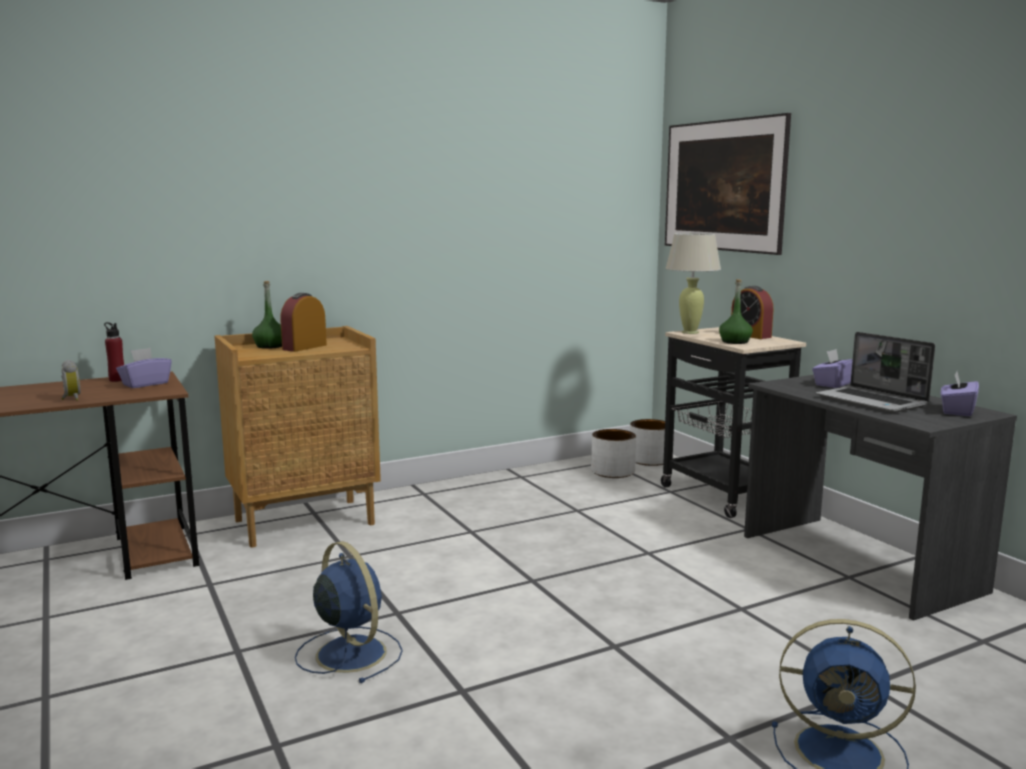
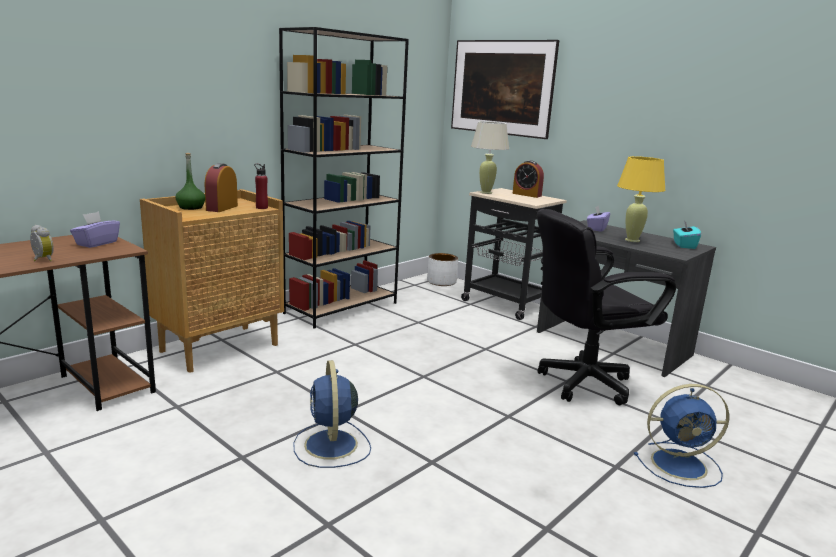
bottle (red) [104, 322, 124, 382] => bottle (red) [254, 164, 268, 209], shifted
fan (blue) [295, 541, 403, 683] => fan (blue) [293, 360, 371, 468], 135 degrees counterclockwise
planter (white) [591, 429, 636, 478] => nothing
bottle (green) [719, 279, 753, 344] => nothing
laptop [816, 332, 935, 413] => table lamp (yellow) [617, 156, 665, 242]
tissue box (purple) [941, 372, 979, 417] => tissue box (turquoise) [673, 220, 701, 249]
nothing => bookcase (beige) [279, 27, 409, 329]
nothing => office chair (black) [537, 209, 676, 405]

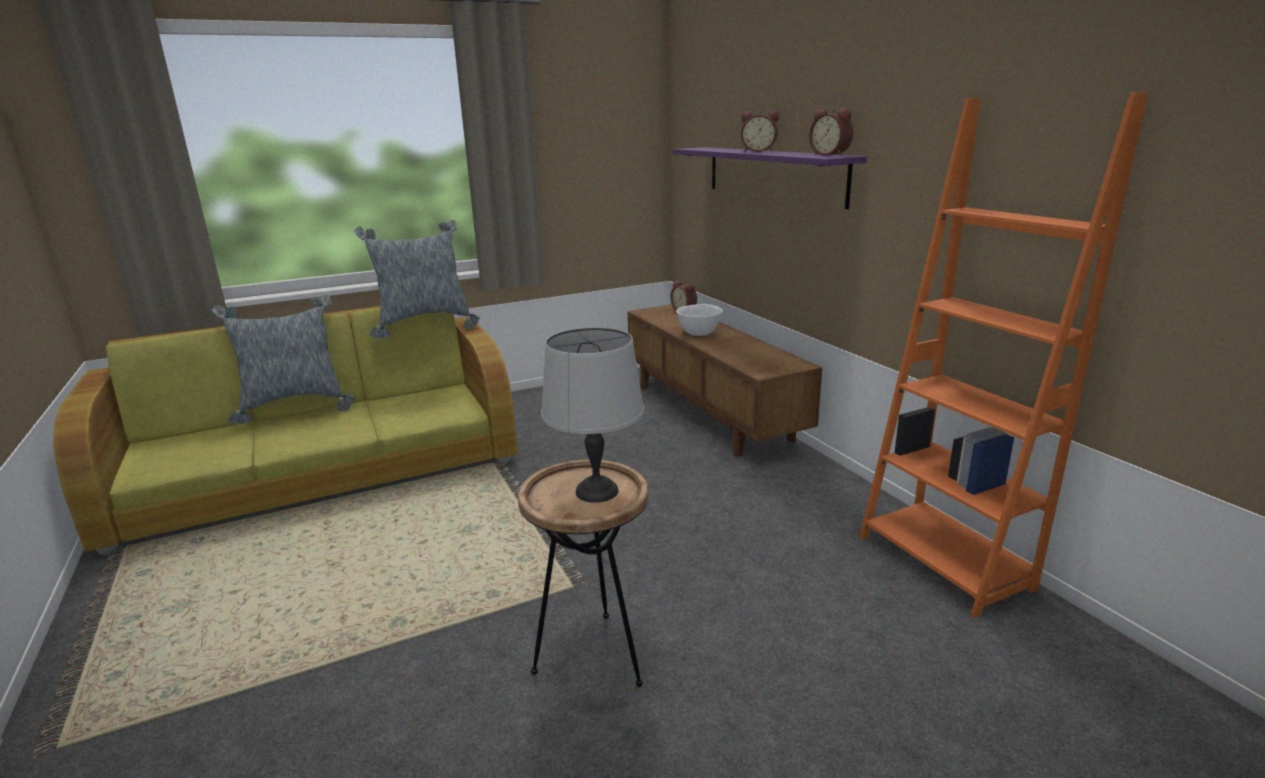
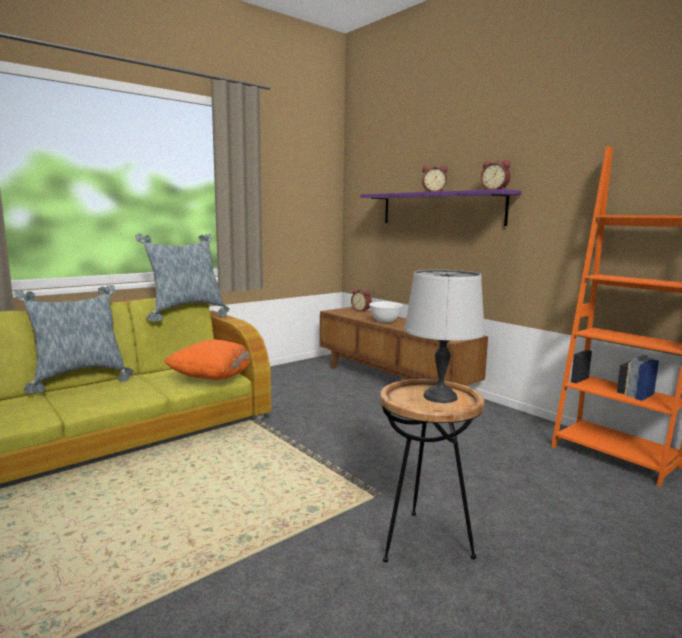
nothing => pillow (orange) [163, 339, 250, 380]

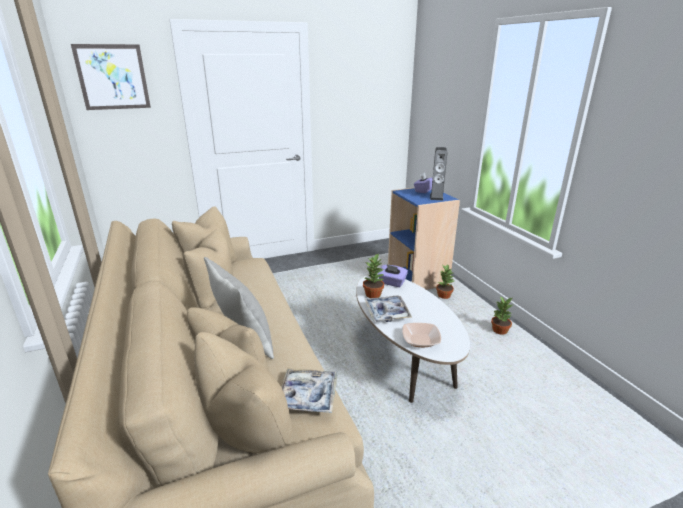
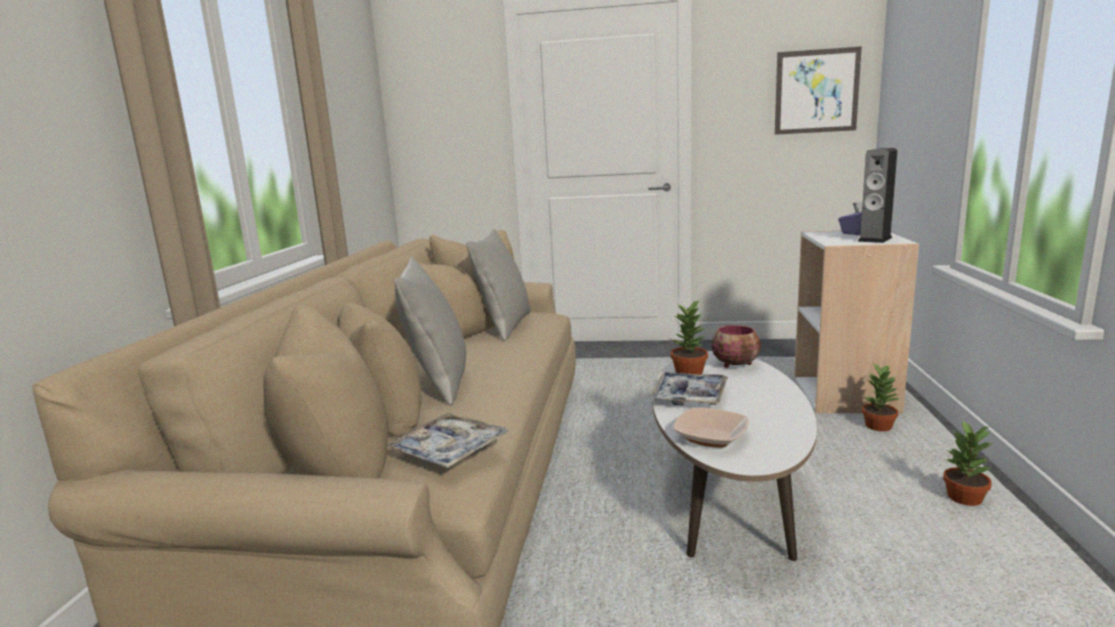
picture [71, 44, 151, 110] => picture [775, 46, 862, 135], shifted
tissue box (purple) [378, 265, 408, 287] => bowl [712, 325, 761, 368]
bookcase (blue) [388, 187, 460, 290] => bookcase (white) [794, 230, 919, 413]
nothing => pillow (grey) [466, 229, 531, 341]

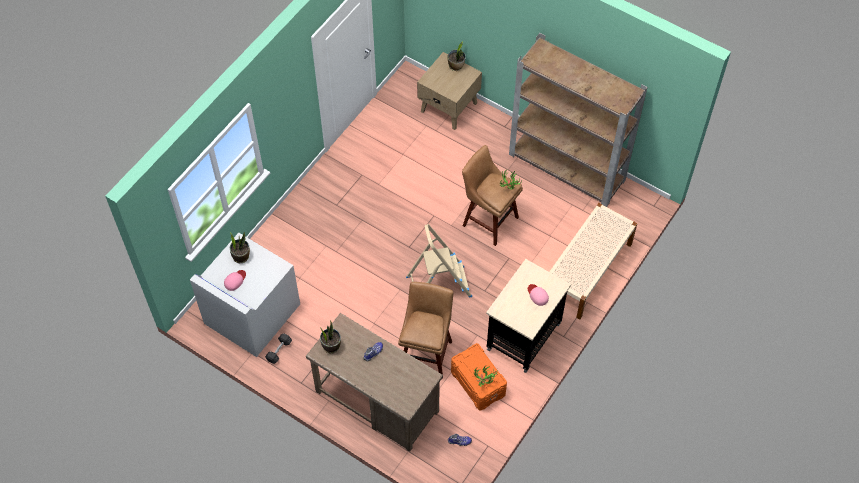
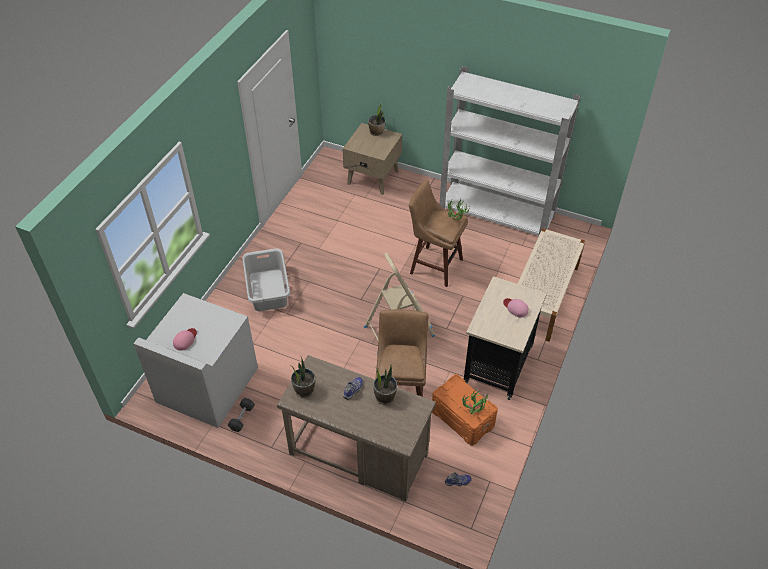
potted plant [230, 232, 250, 263] => potted plant [373, 365, 397, 405], shifted
bookcase (brown) [509, 33, 647, 207] => bookcase (white) [439, 66, 580, 237]
nothing => laundry basket (grey) [242, 248, 290, 311]

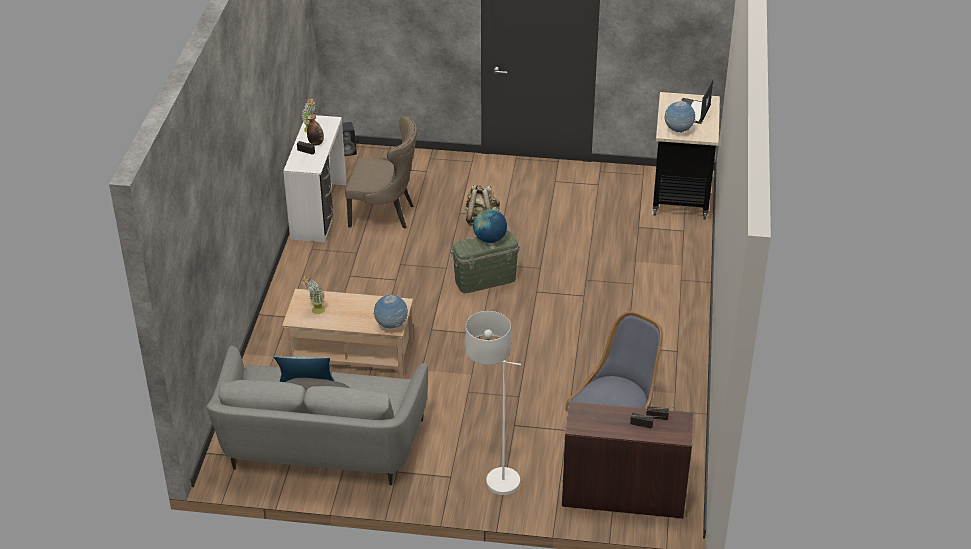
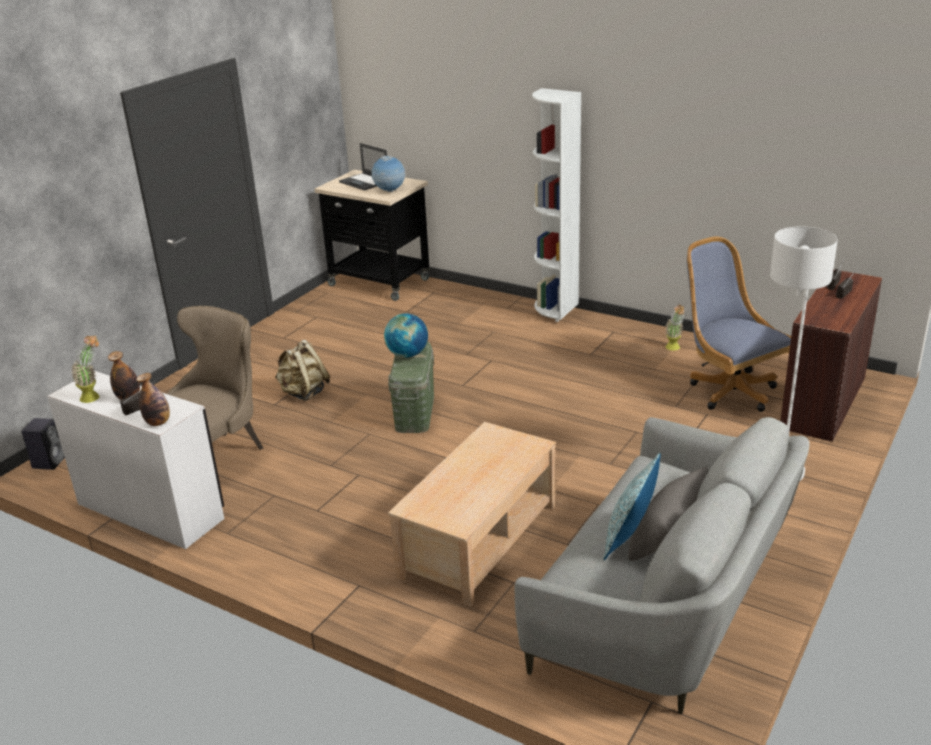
potted plant [301, 275, 325, 314] => potted plant [665, 304, 685, 351], shifted
globe [373, 295, 408, 329] => nothing
nothing => bottle [136, 373, 170, 426]
nothing => bookcase (white) [532, 88, 581, 322]

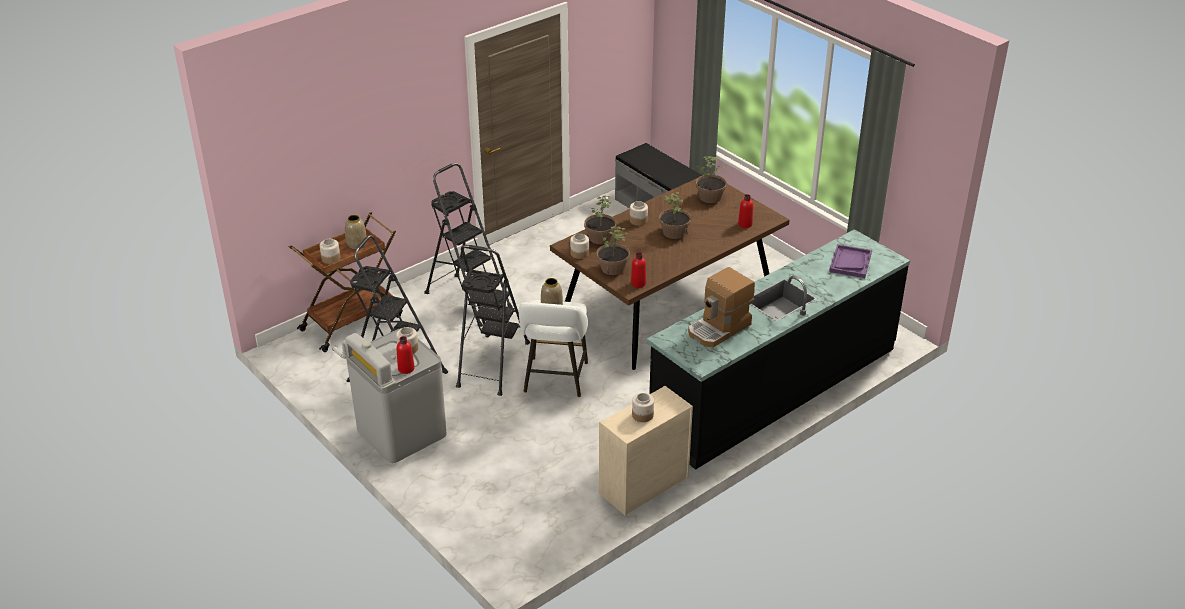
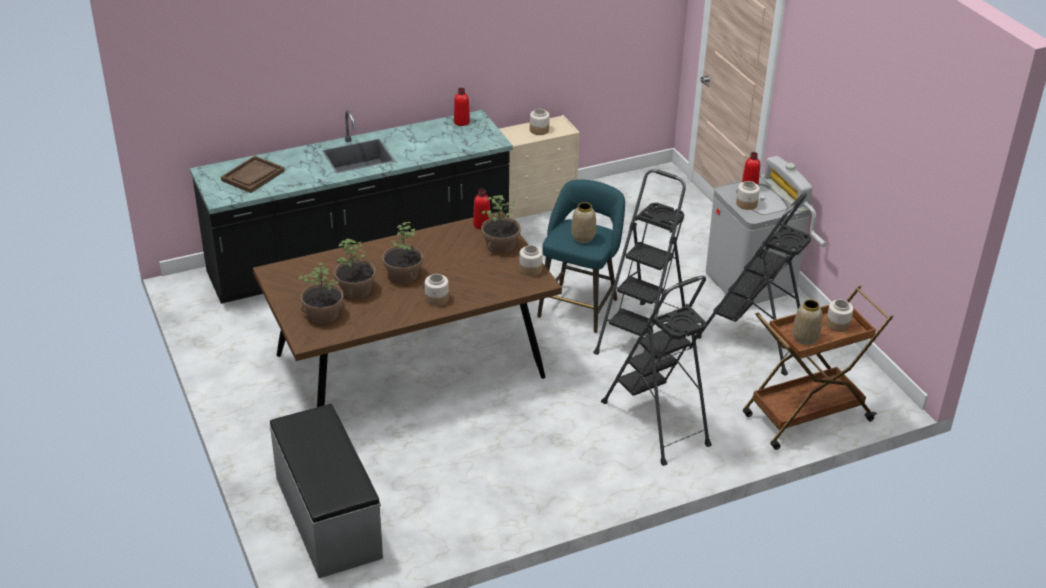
stool (white) [519, 300, 588, 397] => stool (turquoise) [537, 179, 625, 333]
potted plant [584, 196, 616, 244] => potted plant [334, 239, 376, 299], shifted
coffee machine [688, 267, 755, 347] => nothing
bottle (red) [738, 194, 753, 228] => bottle (red) [454, 88, 470, 126], shifted
tray (purple) [829, 244, 872, 278] => tray (brown) [221, 156, 285, 193]

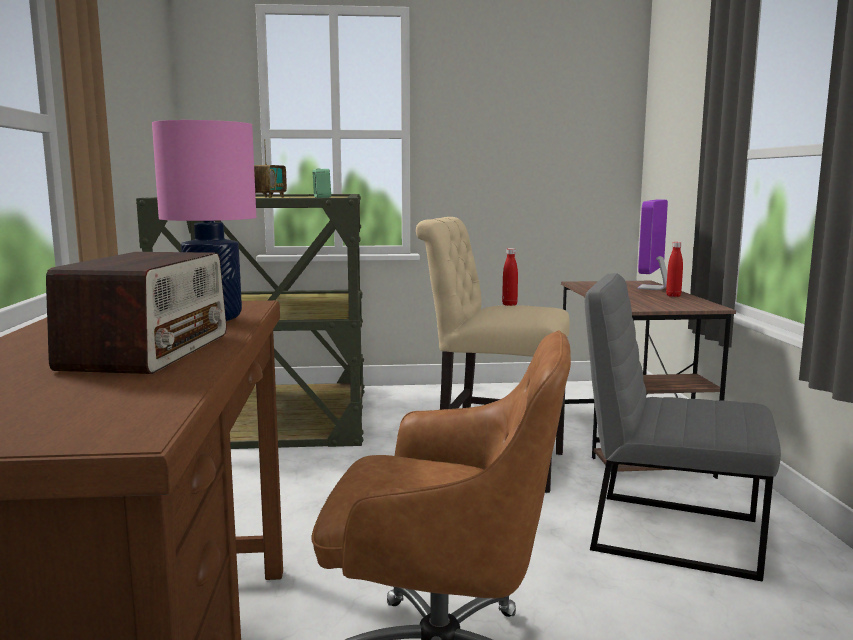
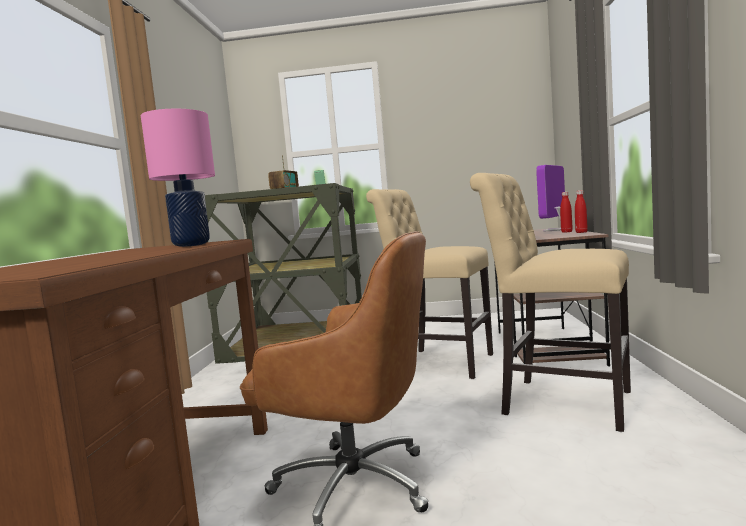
radio [46, 252, 227, 374] => nothing
bottle (red) [502, 248, 518, 306] => bottle (red) [575, 190, 588, 233], shifted
chair (grey) [585, 273, 781, 582] => stool (beige) [470, 173, 631, 432]

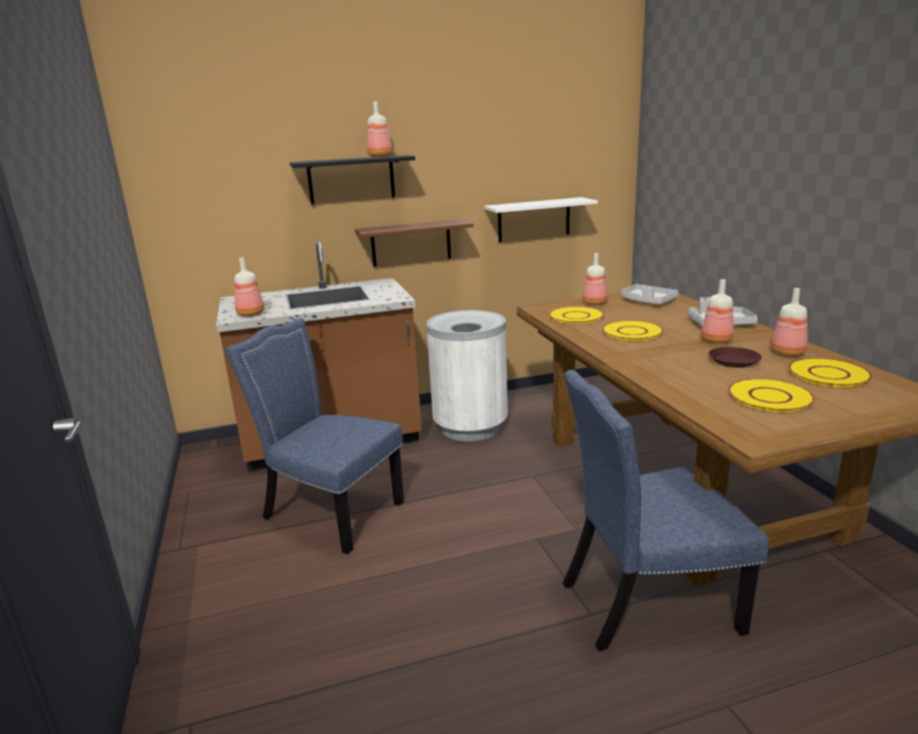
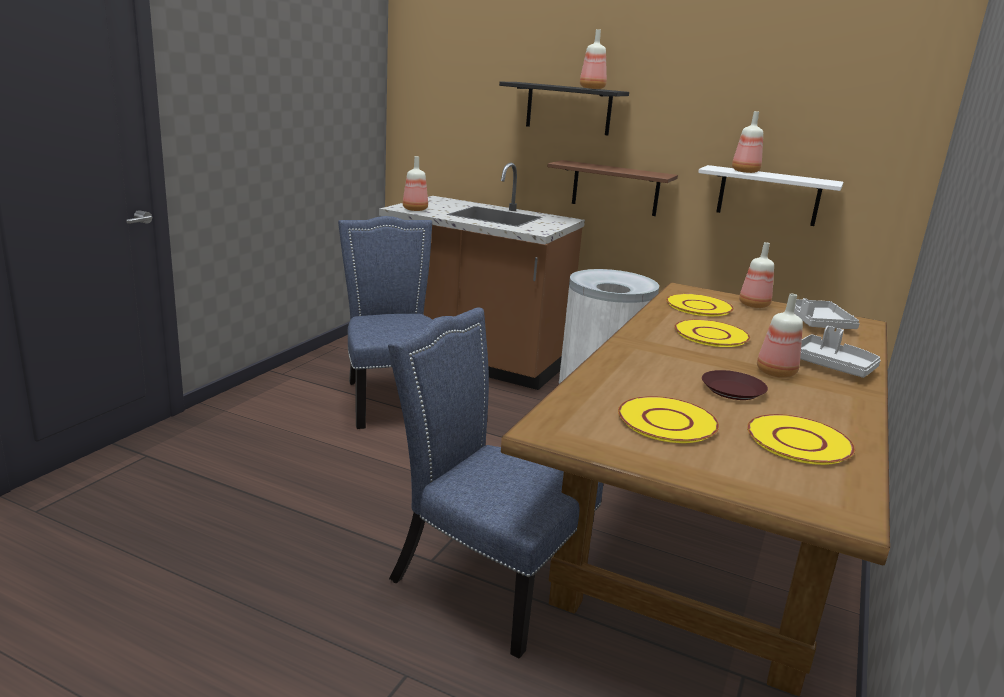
bottle [771, 288, 808, 356] => bottle [732, 111, 763, 173], shifted

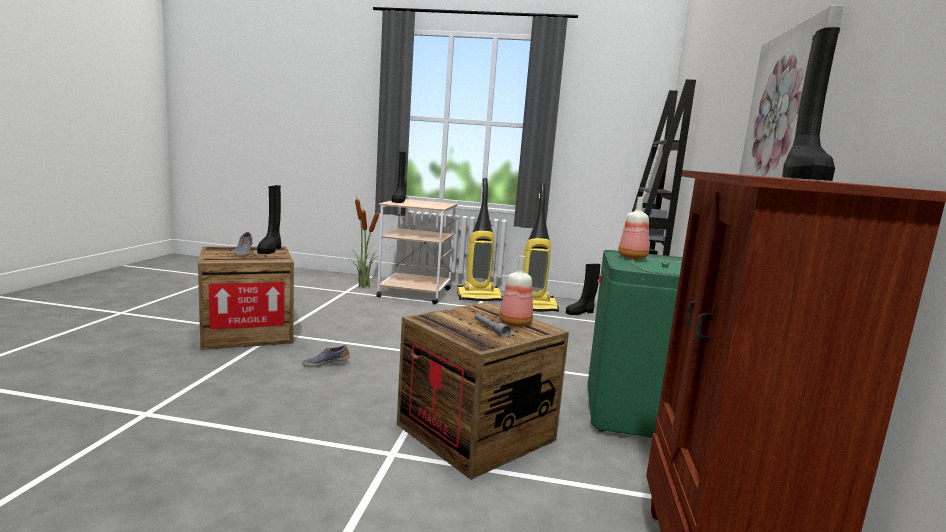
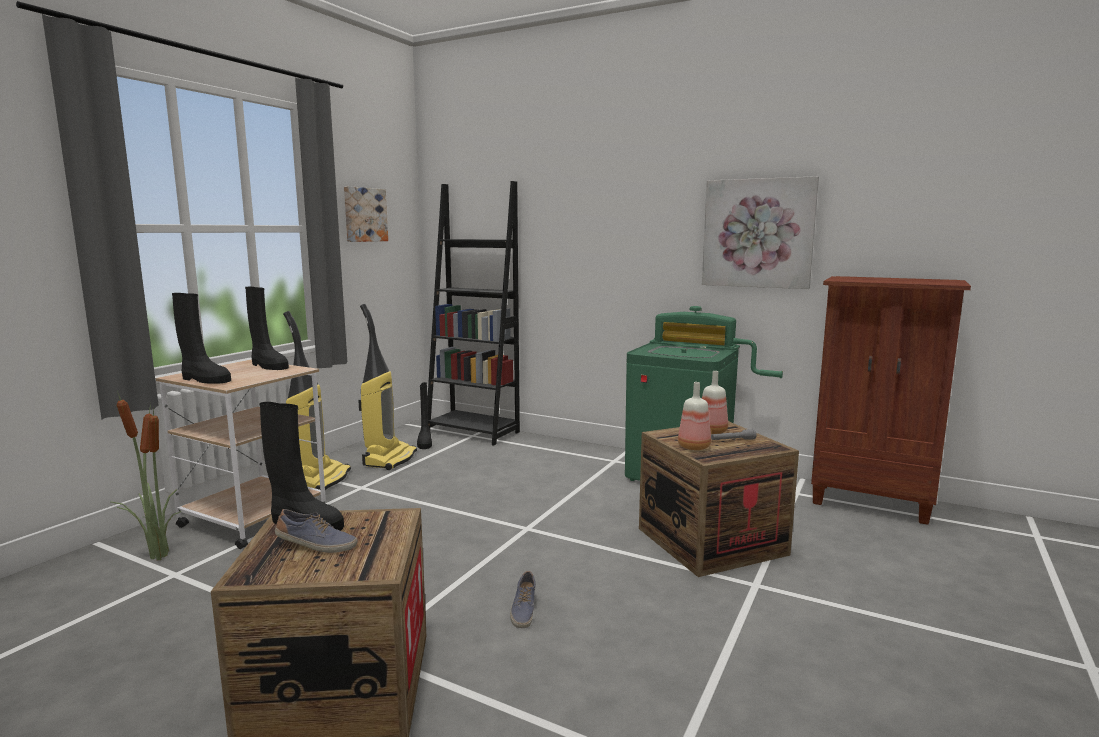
bottle [618, 197, 649, 259] => bottle [678, 382, 711, 450], shifted
boot (black) [782, 27, 840, 181] => boot (black) [245, 287, 289, 370], shifted
nothing => picture [344, 186, 388, 242]

